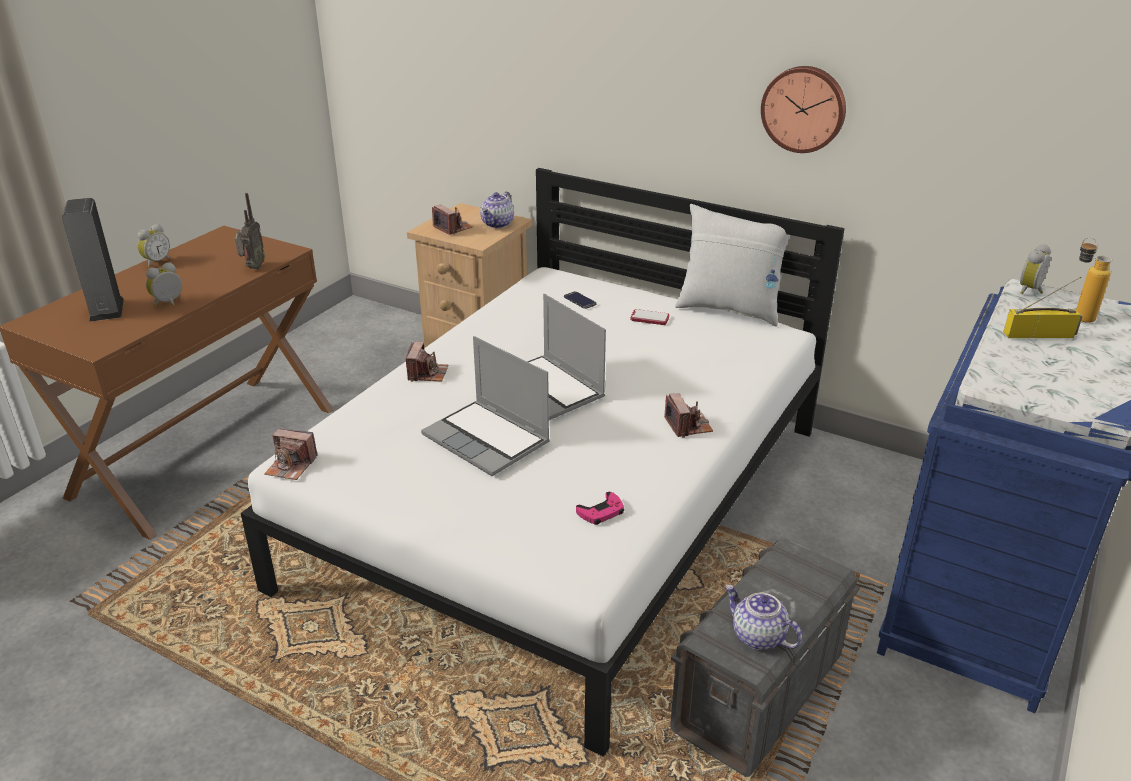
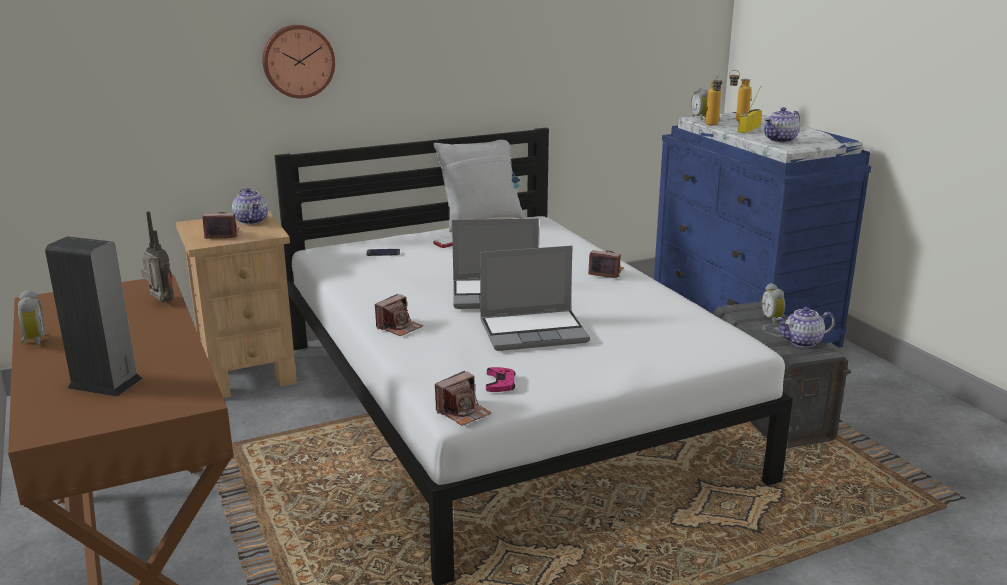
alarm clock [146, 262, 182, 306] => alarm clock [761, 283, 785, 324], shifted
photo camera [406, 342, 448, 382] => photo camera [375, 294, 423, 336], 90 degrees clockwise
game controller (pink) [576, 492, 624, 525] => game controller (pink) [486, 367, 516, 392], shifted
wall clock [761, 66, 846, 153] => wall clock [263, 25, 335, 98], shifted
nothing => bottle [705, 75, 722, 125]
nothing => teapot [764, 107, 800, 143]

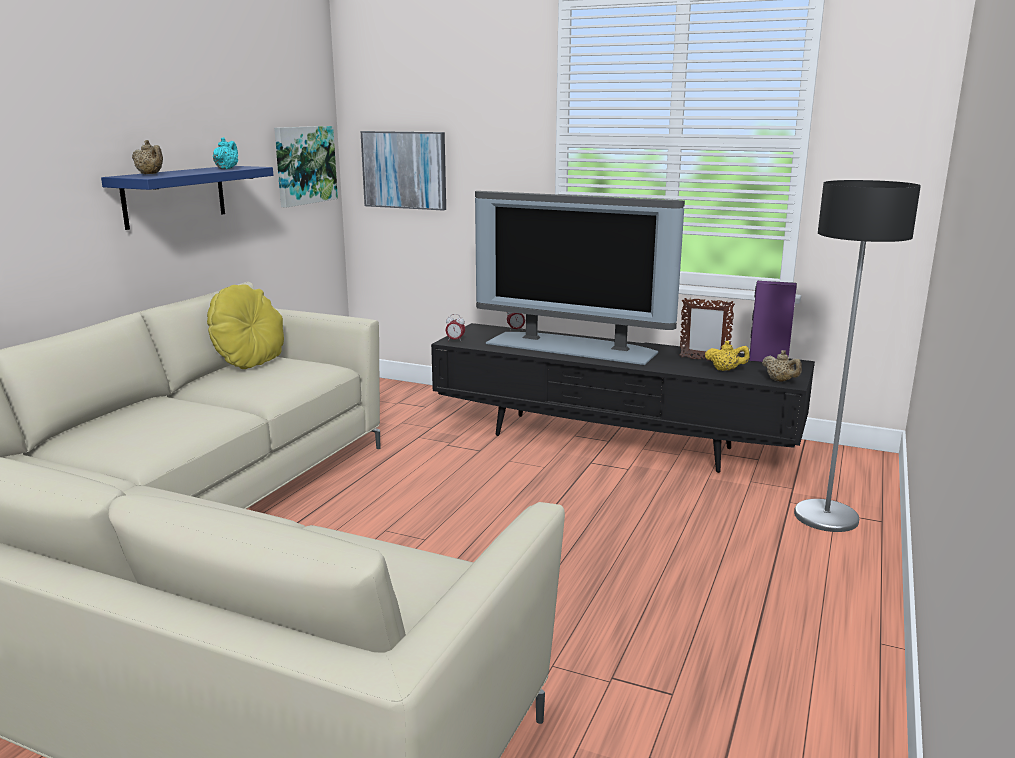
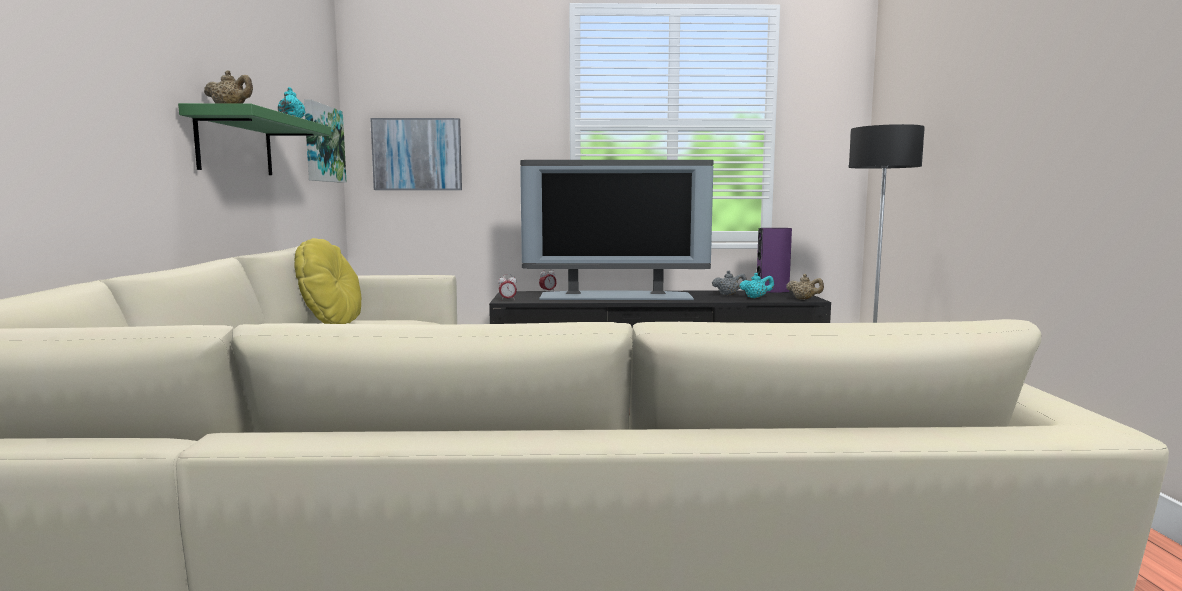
shelf (blue) [101, 166, 273, 230] => shelf (green) [178, 103, 331, 175]
picture frame [680, 298, 735, 361] => teapot (grey) [712, 270, 747, 295]
teapot (yellow) [705, 341, 750, 371] => teapot (turquoise) [739, 273, 774, 298]

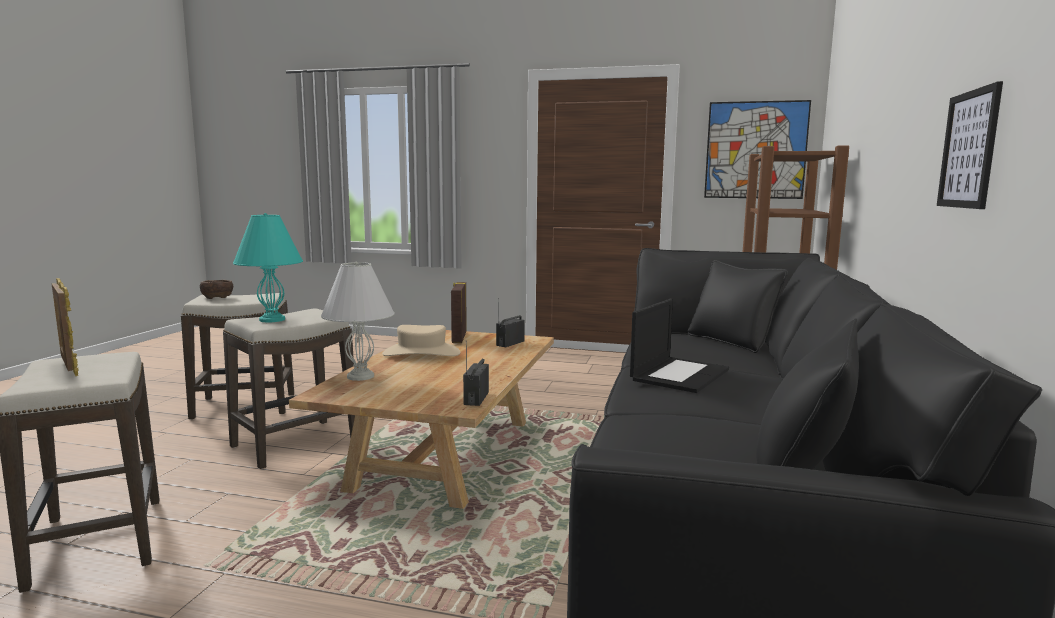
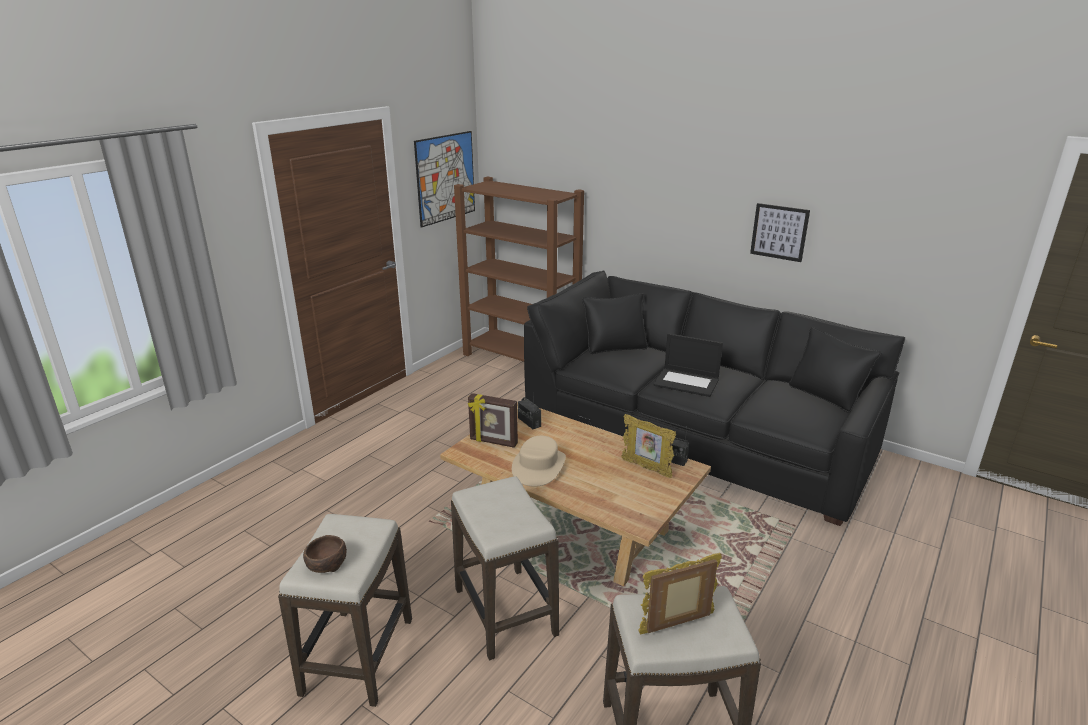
table lamp (turquoise) [233, 213, 303, 323] => nothing
table lamp (white) [321, 262, 395, 381] => nothing
laptop [630, 299, 729, 393] => laptop [653, 333, 723, 397], 150 degrees clockwise
nothing => picture frame [621, 414, 676, 478]

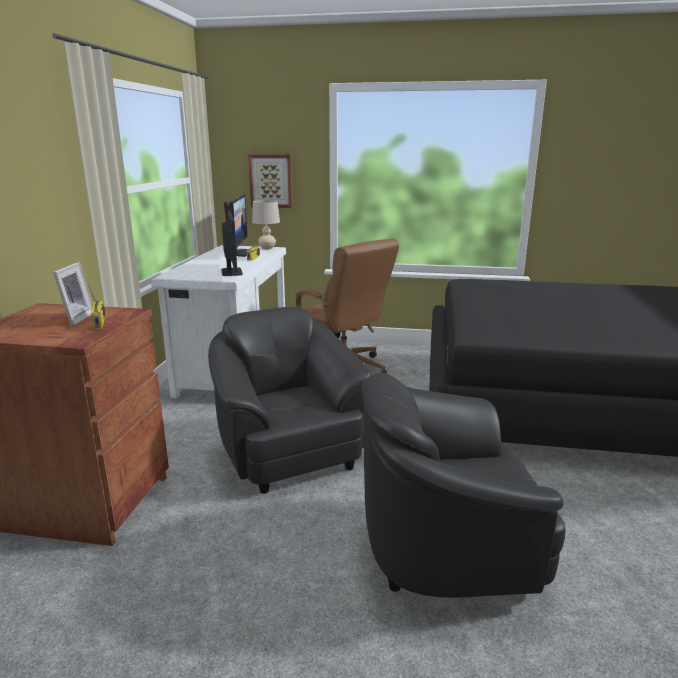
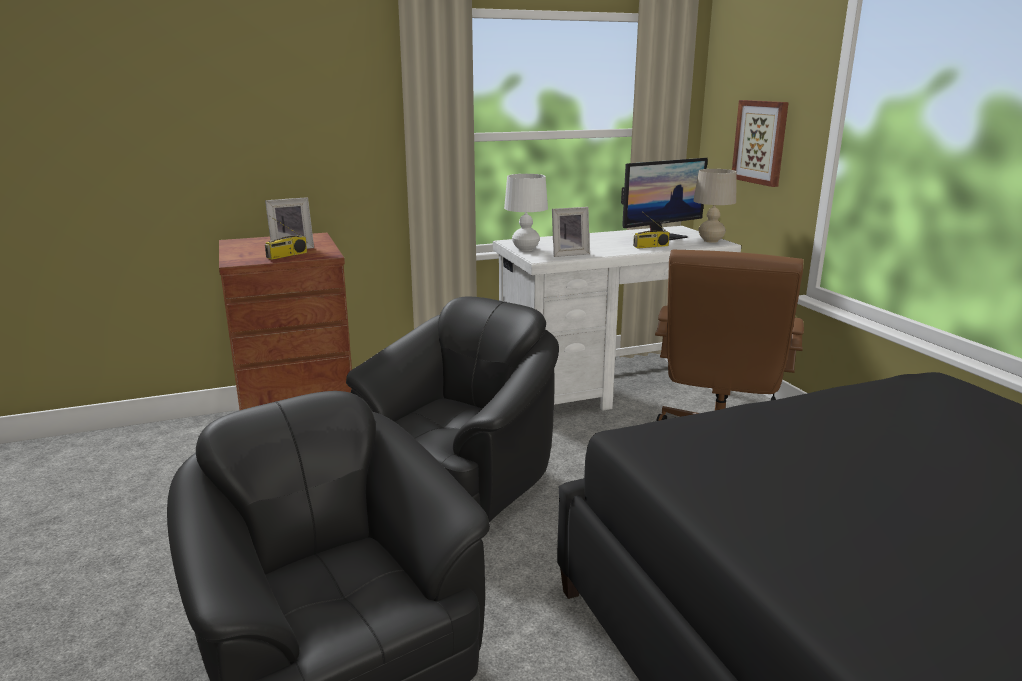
monitor [221, 211, 243, 276] => picture frame [552, 207, 590, 257]
nothing => table lamp (white) [504, 174, 548, 251]

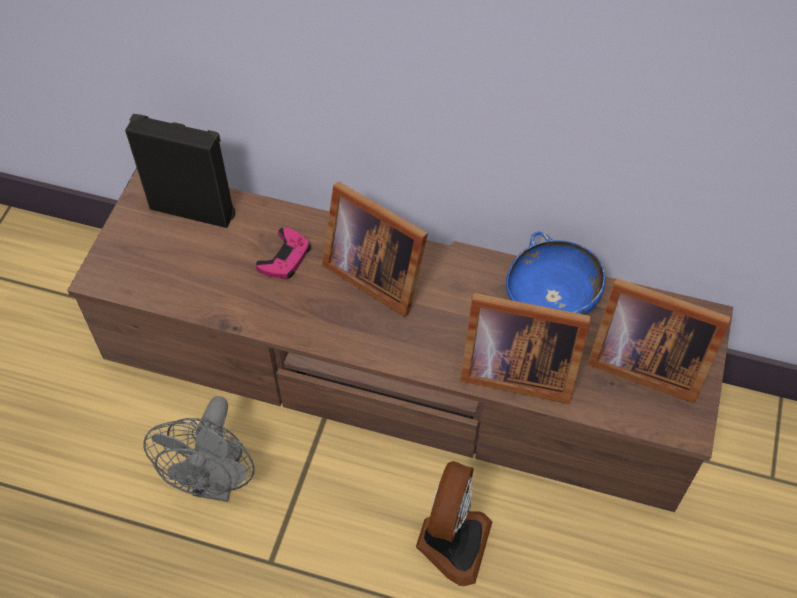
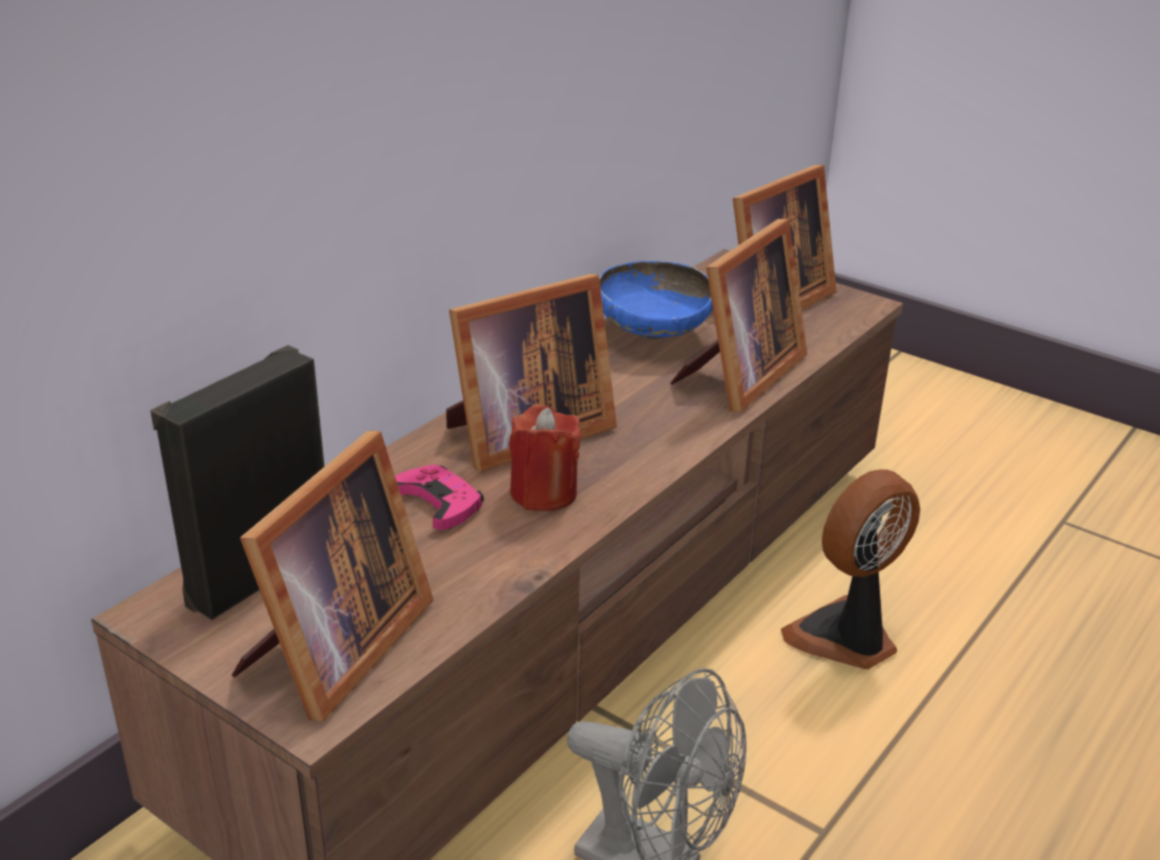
fan [416, 461, 492, 586] => fan [781, 469, 920, 669], 75 degrees counterclockwise
nothing => picture frame [232, 431, 433, 722]
nothing => candle (red) [509, 405, 581, 511]

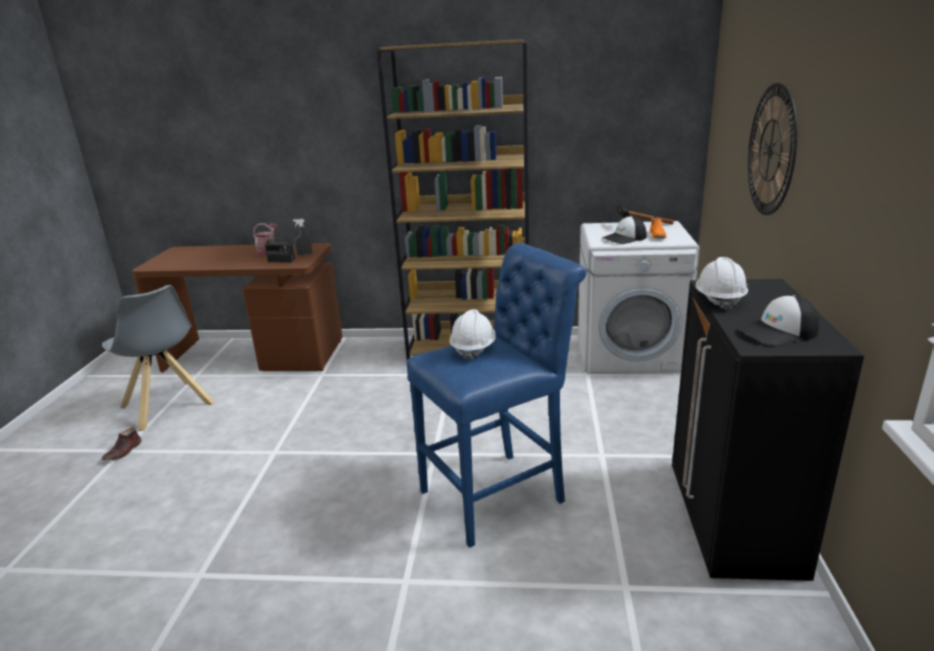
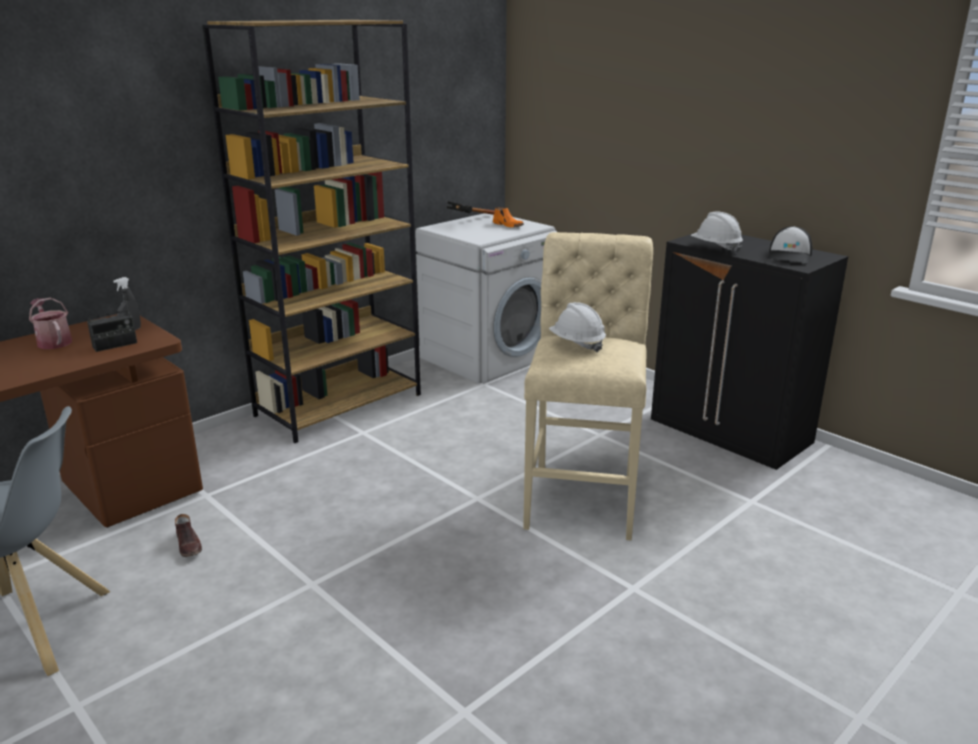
shoe (brown) [102, 428, 142, 461] => shoe (brown) [175, 514, 202, 557], shifted
stool (blue) [407, 243, 586, 548] => stool (beige) [523, 232, 653, 540]
cap [602, 216, 647, 244] => nothing
wall clock [748, 83, 797, 215] => nothing

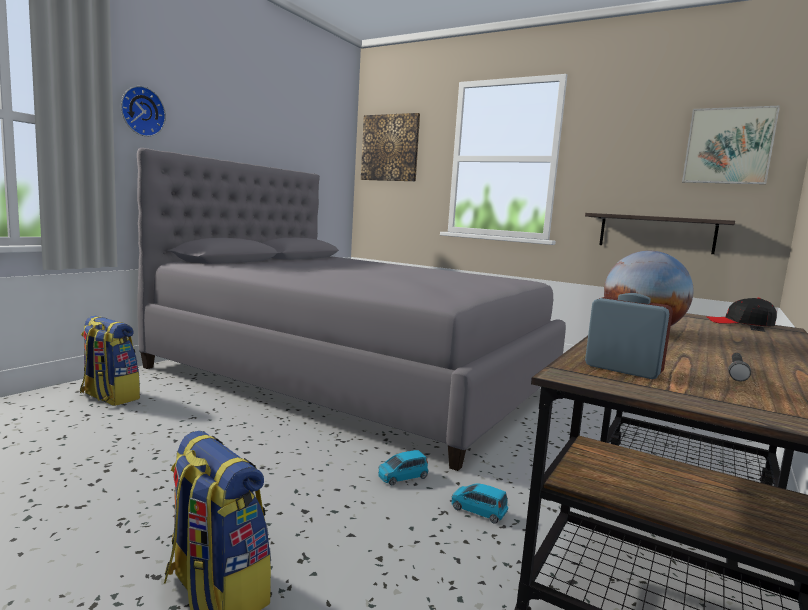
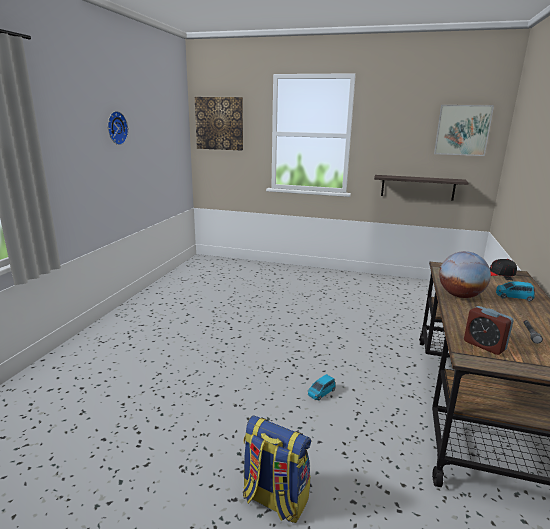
backpack [80, 316, 140, 406] => nothing
wall clock [121, 86, 166, 137] => wall clock [108, 111, 128, 145], shifted
bed (grey) [137, 148, 566, 471] => nothing
toy car (blue) [451, 484, 508, 524] => toy car (blue) [496, 281, 535, 301], shifted
alarm clock [585, 293, 673, 379] => alarm clock [464, 306, 514, 355], 150 degrees counterclockwise

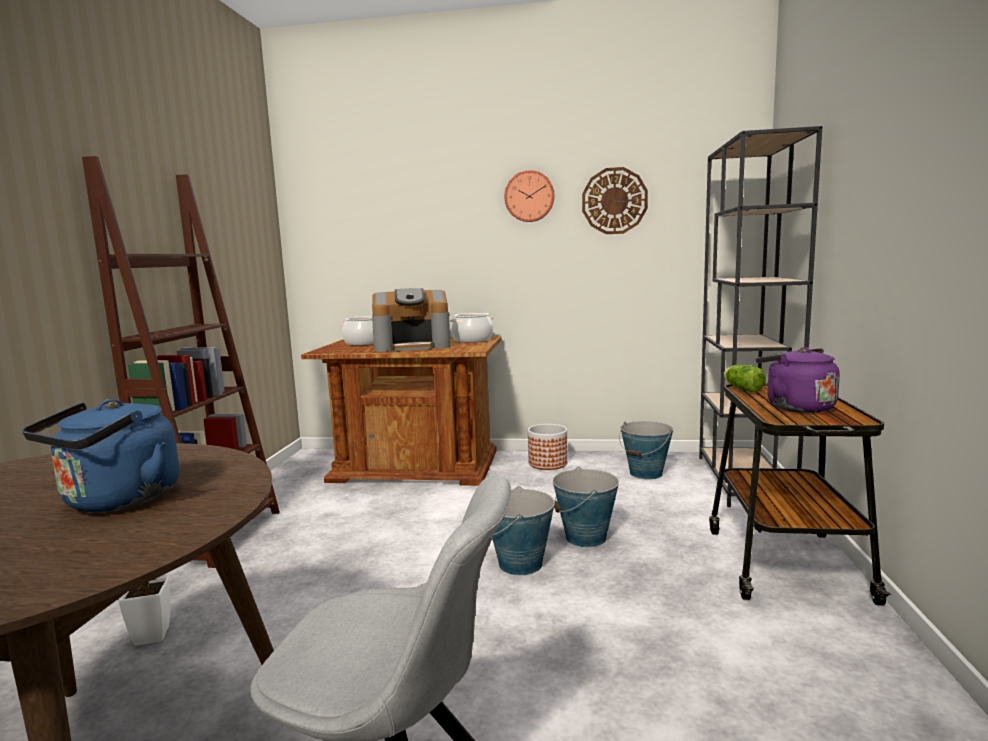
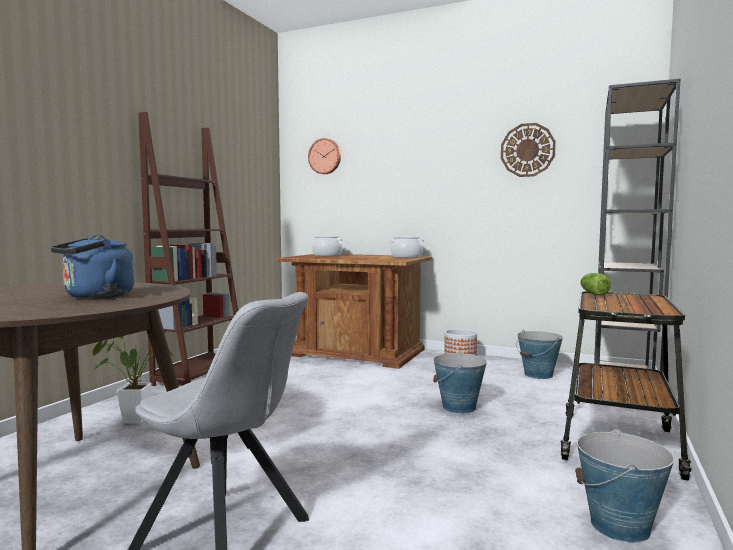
coffee machine [372, 288, 451, 352] => nothing
bucket [492, 486, 555, 575] => bucket [575, 429, 674, 543], shifted
wall clock [504, 170, 554, 222] => wall clock [308, 138, 341, 174], shifted
kettle (purple) [756, 347, 840, 413] => nothing

